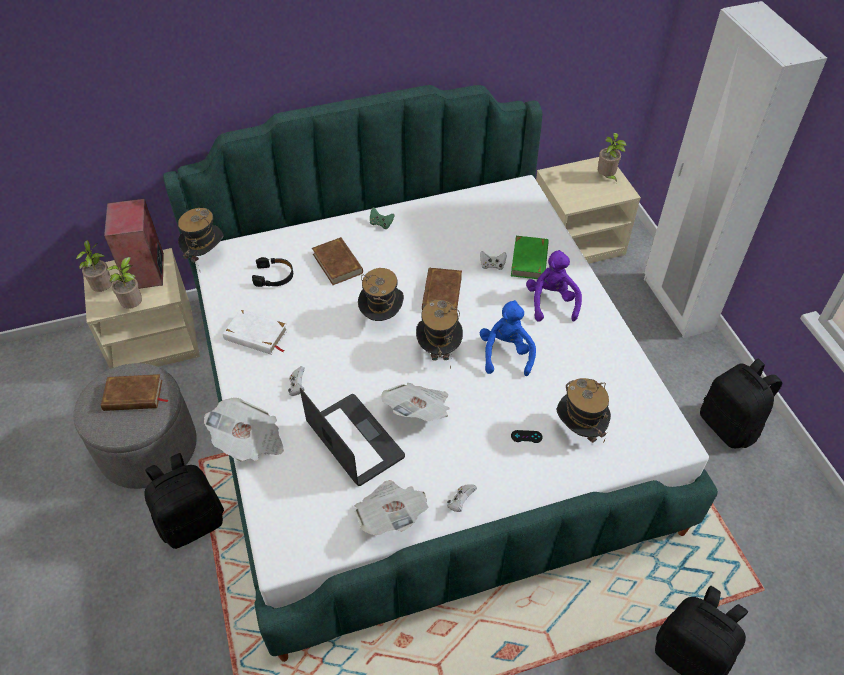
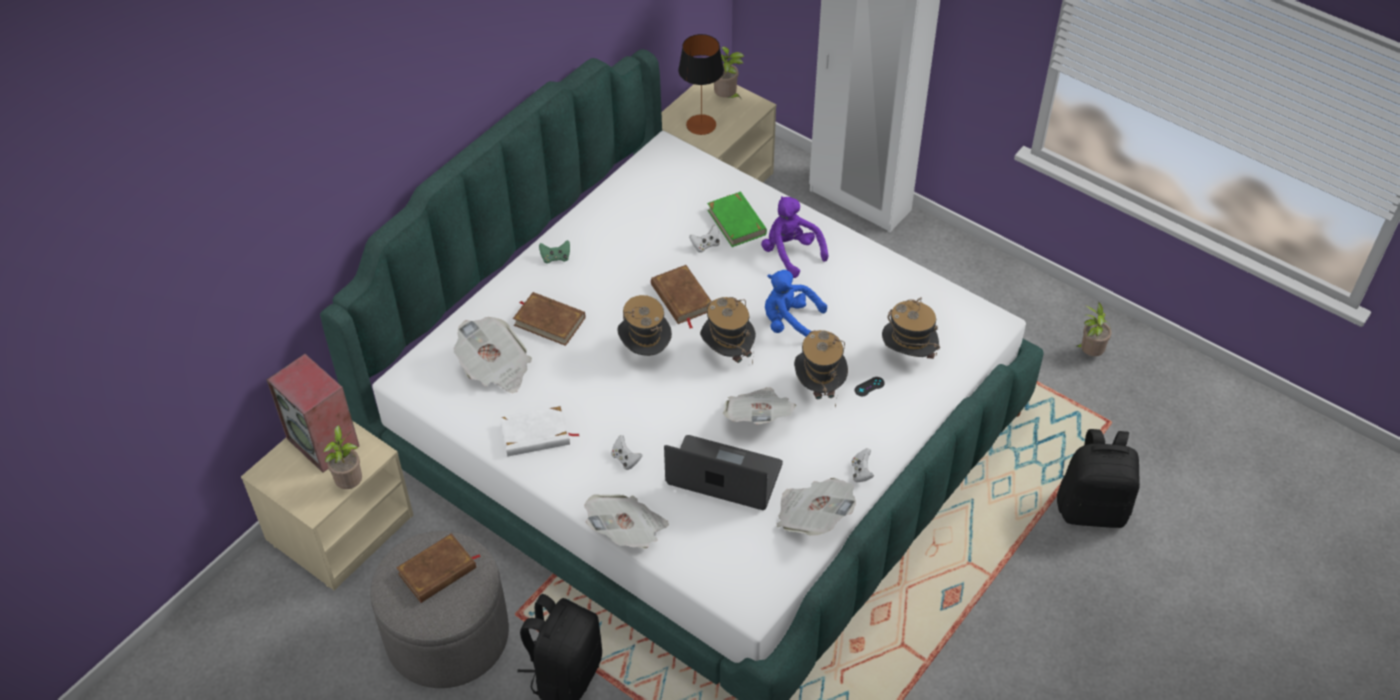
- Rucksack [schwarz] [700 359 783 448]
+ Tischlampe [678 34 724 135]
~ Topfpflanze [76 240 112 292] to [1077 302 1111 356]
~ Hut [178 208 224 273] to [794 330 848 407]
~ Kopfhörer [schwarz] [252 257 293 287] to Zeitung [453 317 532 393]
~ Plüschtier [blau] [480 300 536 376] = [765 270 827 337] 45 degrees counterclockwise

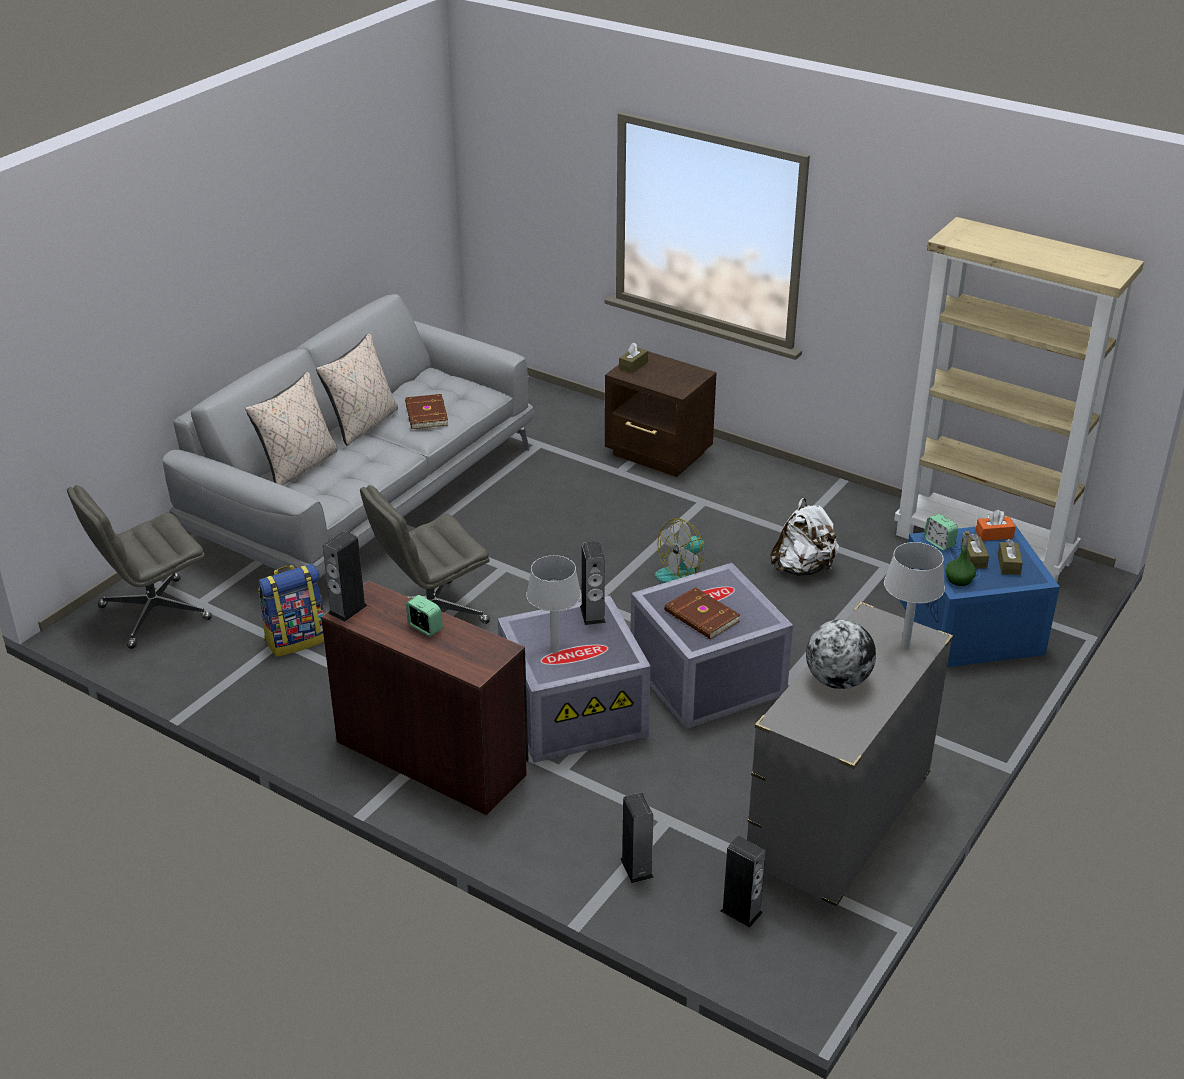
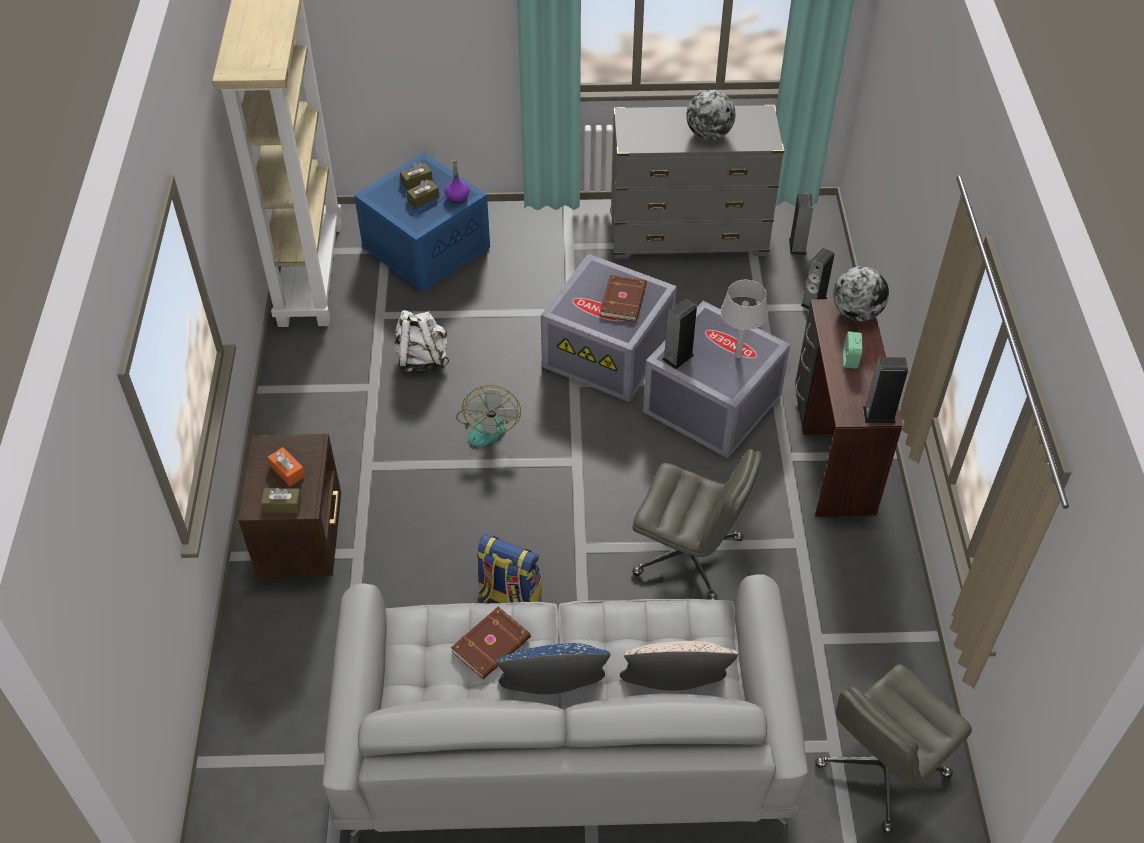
- Tischlampe [grau] [884 542 945 650]
- Wecker [924 514 958 550]
+ Globus [833 266 889 321]
~ Rucksack [258 563 325 657] to [476 534 542 603]
~ Taschentuchbox [orange] [975 510 1016 541] to [268 447 305 486]
~ Kissen [beige] [316 334 398 446] to Kissen [blau] [496 643 610 694]
~ Flasche [grün] [945 531 976 586] to Flasche [lila] [445 159 469 203]
~ Bürostuhl [grau] [67 485 212 649] = [815 664 972 833] 120 degrees clockwise
~ Ventilator [655 518 715 583] = [456 385 521 447] 75 degrees clockwise

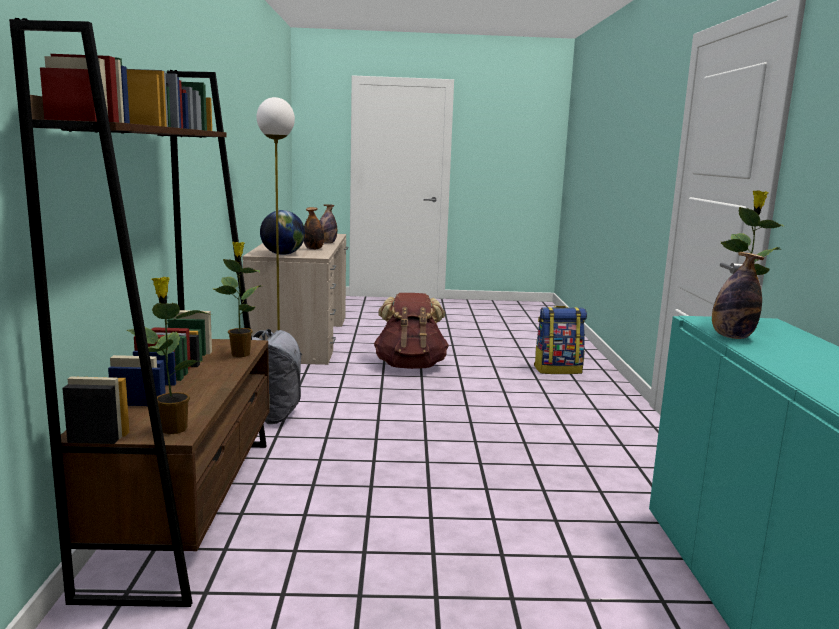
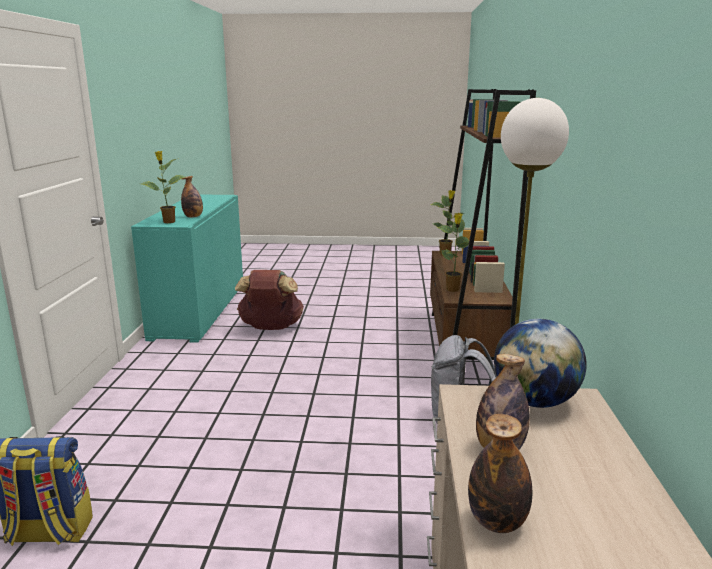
~ Rucksack [braun] [374 293 449 369] to [235 270 304 330]

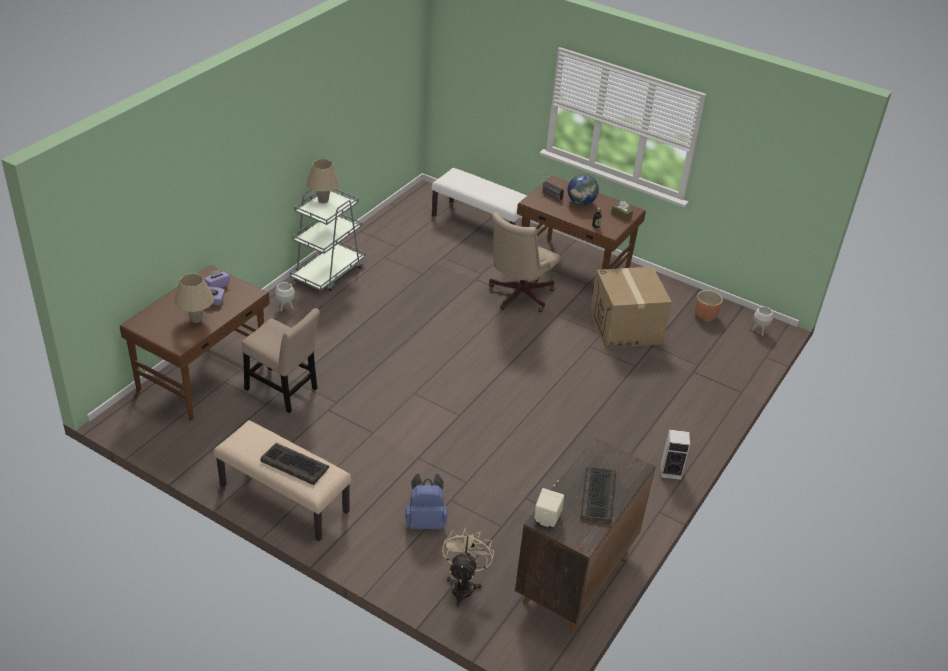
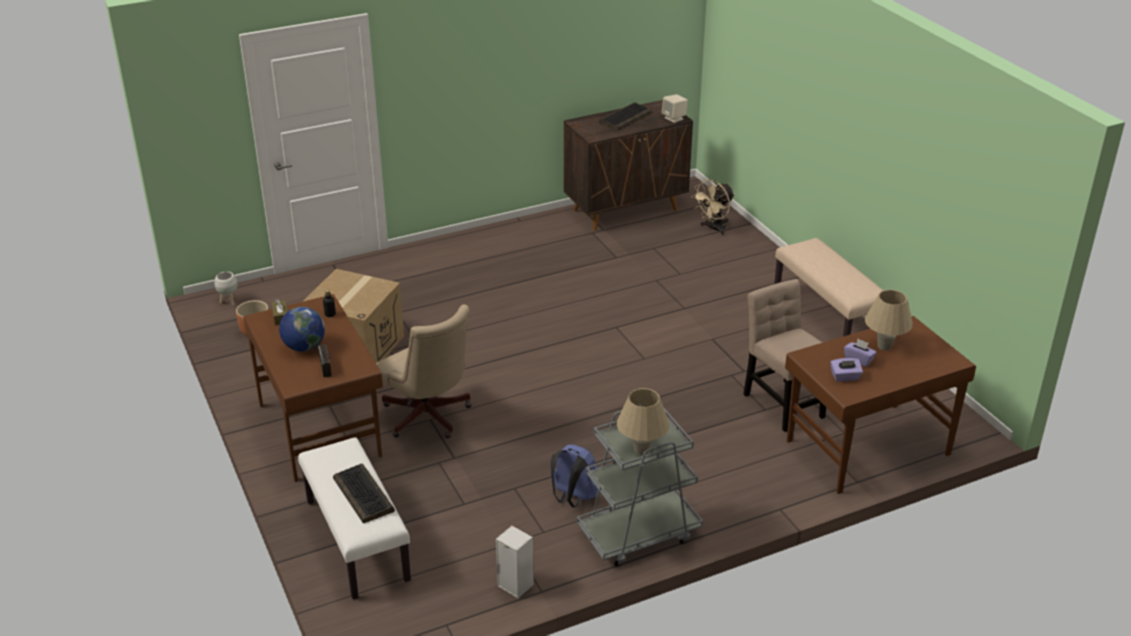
- Pflanzkübel [weiß] [275 282 295 311]
~ Tastatur [261 443 329 485] to [333 464 395 523]
~ Rucksack [blau] [405 473 448 529] to [551 444 598 507]
~ Lautsprecher [661 429 690 480] to [496 526 534 598]
~ Bürostuhl [beige] [489 212 560 312] = [376 304 472 438] 75 degrees clockwise

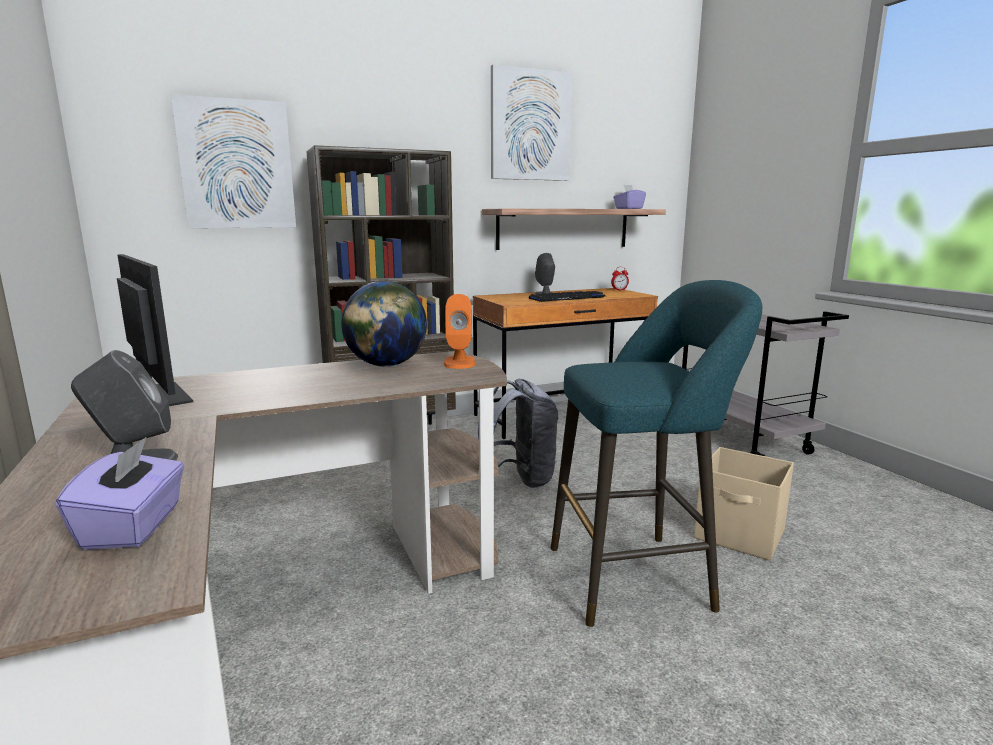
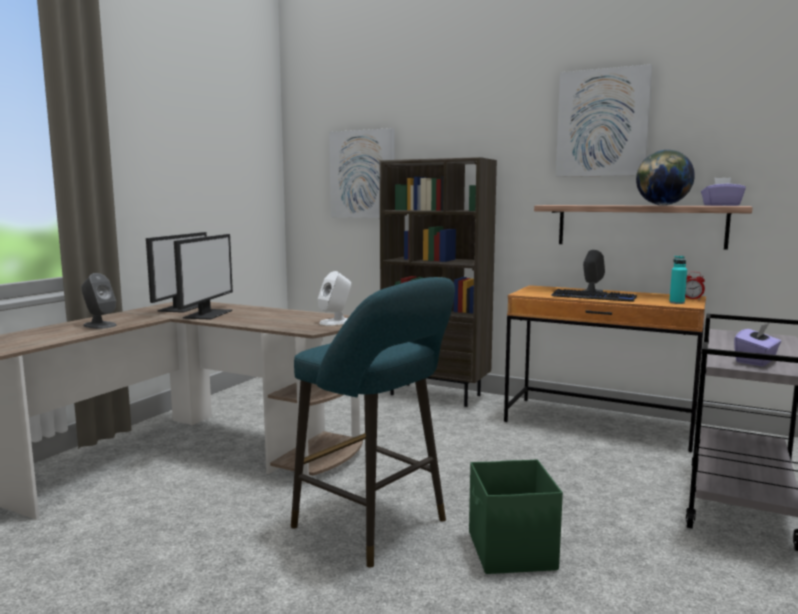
- Rucksack [grau] [478 379 558 488]
+ Monitor [174 234 233 320]
+ Flasche [türkis] [669 256 687 304]
~ Taschentuchbox [lila] [56 437 184 550] to [734 323 781 366]
~ Globus [341 281 427 367] to [636 150 695 206]
~ Lautsprecher [orange] [444 294 476 369] to Lautsprecher [weiß] [318 271 351 325]
~ Aufbewahrungsbox [beige] [694 447 794 561] to Aufbewahrungsbox [grün] [469 459 563 574]

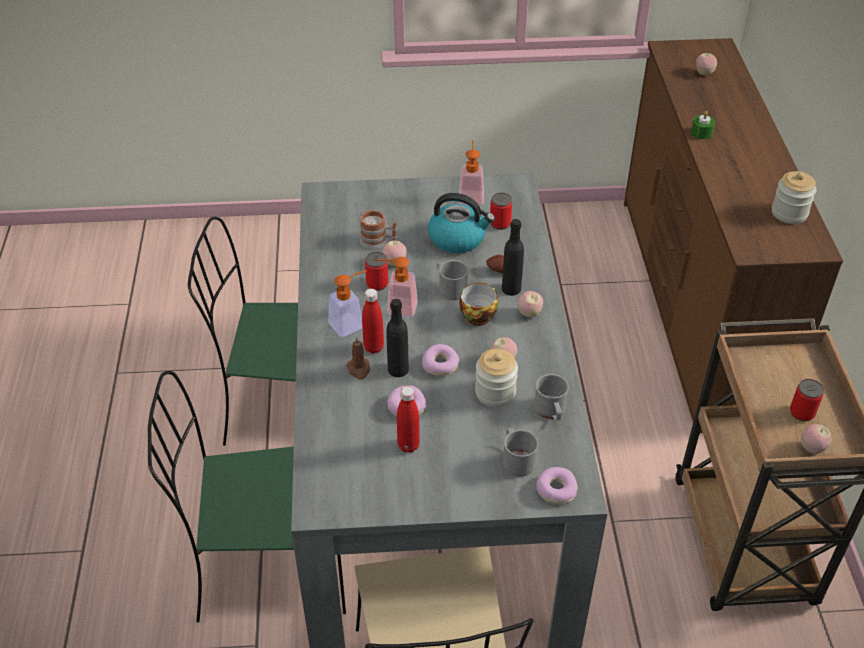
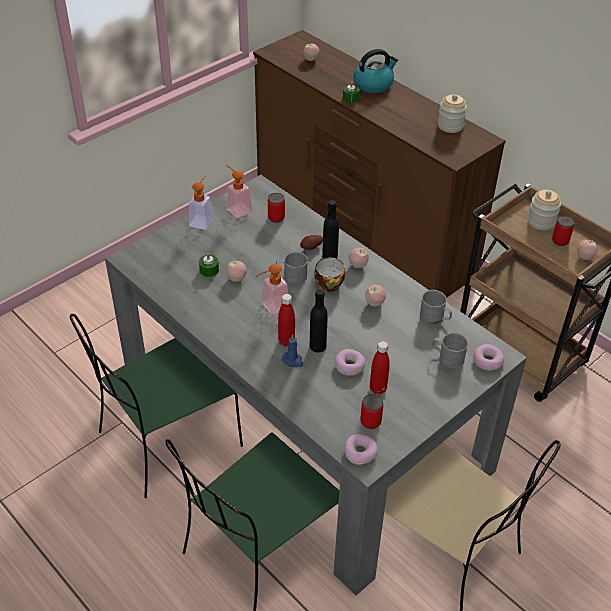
~ Seifenspender [328 270 367 337] to [189 175 214 230]
~ Dose [365 252 389 291] to [360 394 383 429]
~ Donut [422 344 459 376] to [344 434 378 465]
~ Wasserkessel [428 193 495 253] to [353 49 398 93]
~ Vorratsglas [475 349 518 407] to [528 190 561 230]
~ Henkelbecher [360 210 397 249] to Kerze [grün] [199 253 219 277]
~ Kerze [braun] [346 336 370 380] to Kerze [blau] [282 334 303 367]

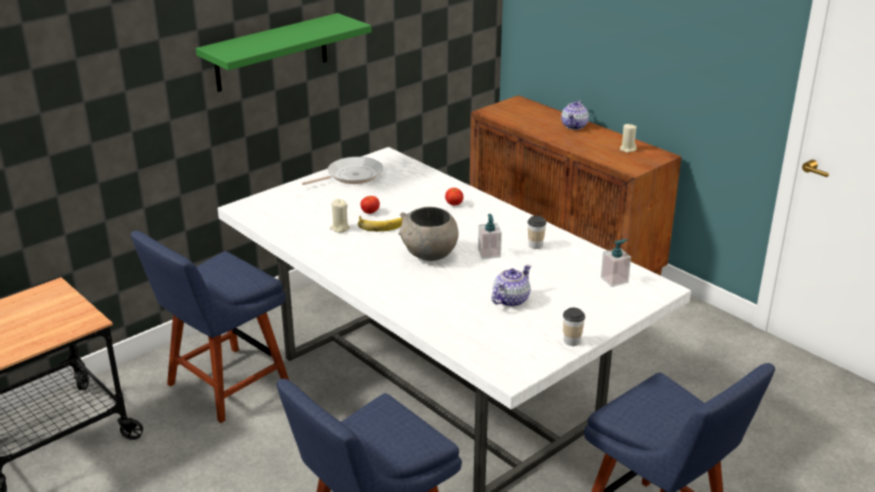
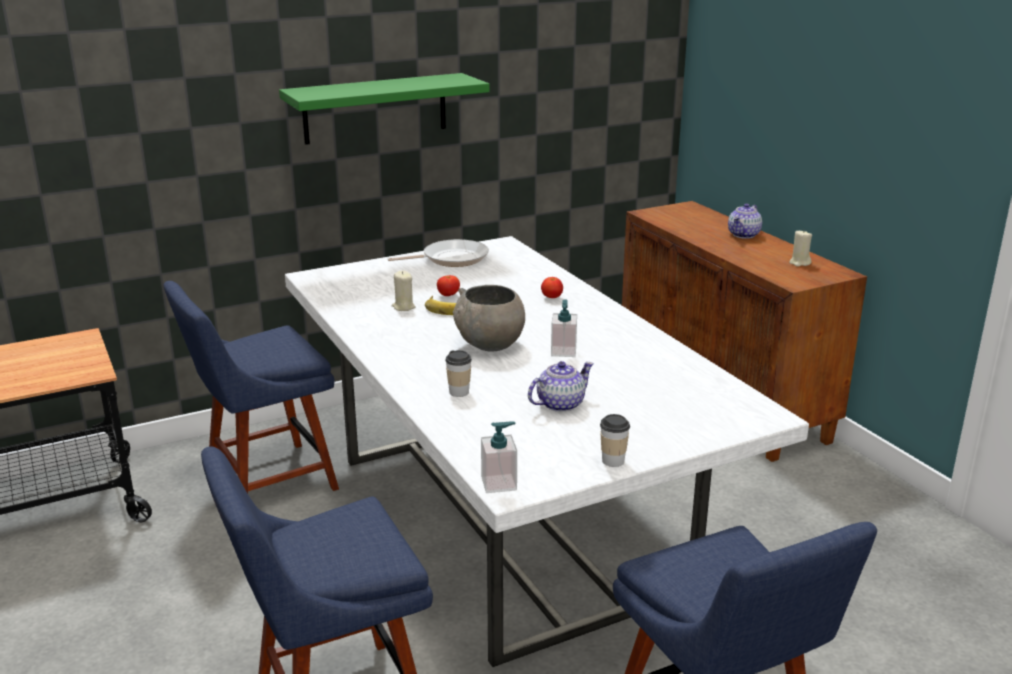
~ Tasse [527 216 546 249] to [445 350 472 397]
~ Seifenspender [601 239 631 287] to [481 421 517 493]

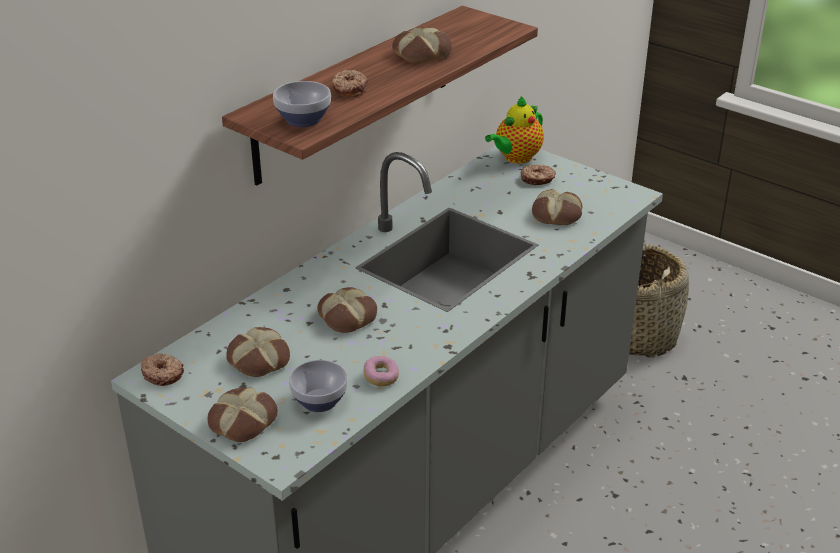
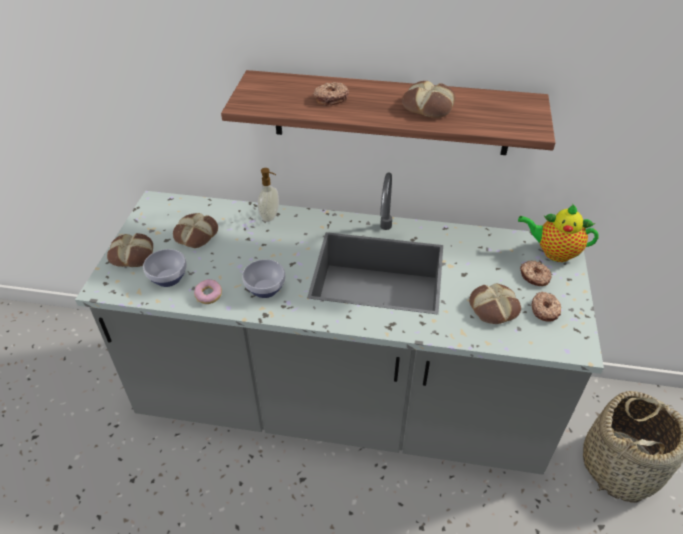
- Brot [317 287 377 333]
+ Seifenspender [258 168 279 222]
~ Donut [141 353 184 386] to [531 292 561 322]
~ Schüssel [273 81 331 127] to [242 259 286 298]

